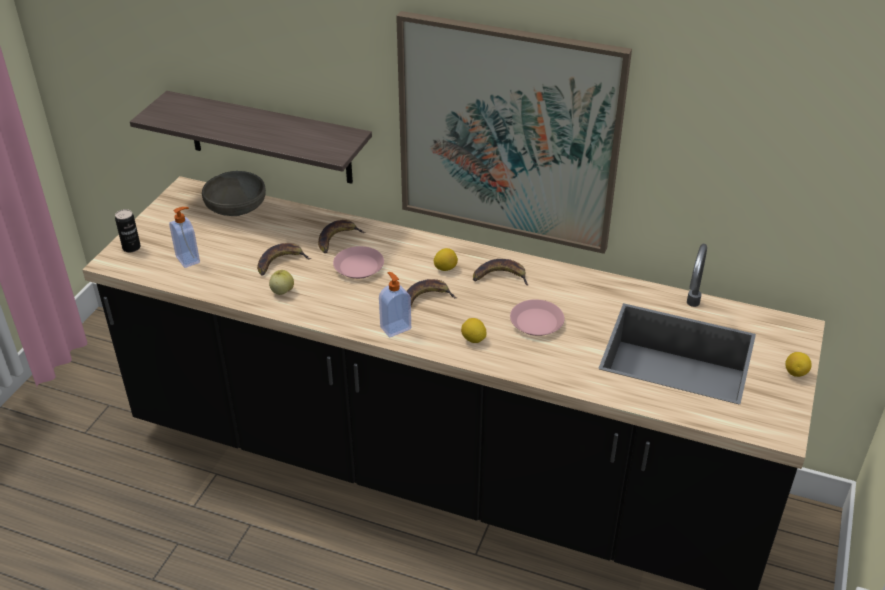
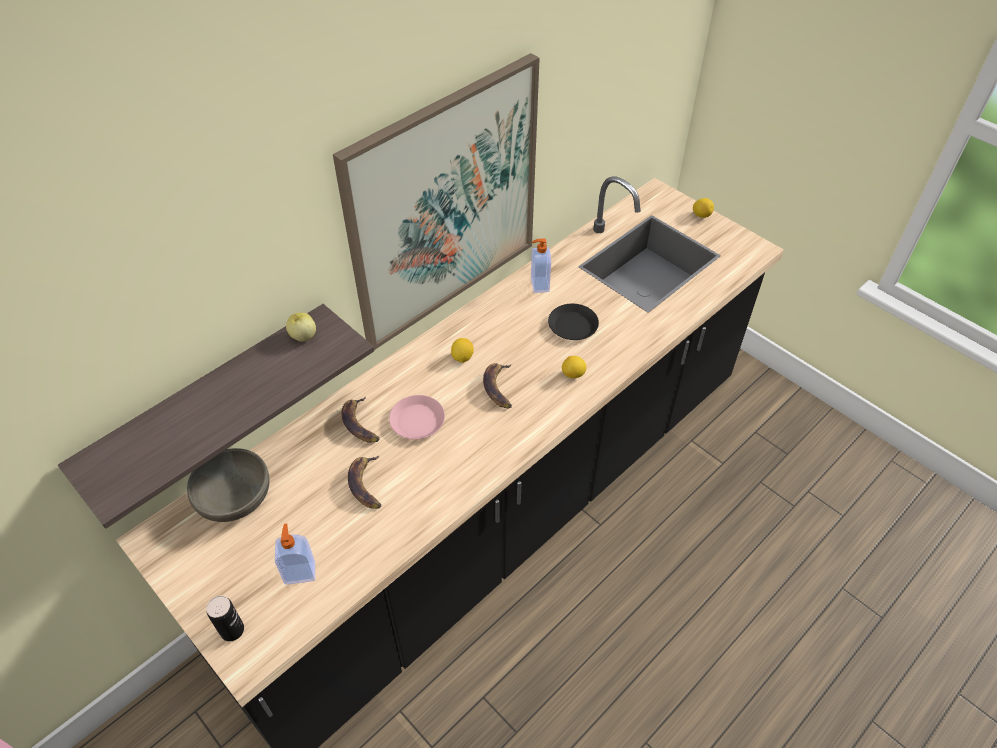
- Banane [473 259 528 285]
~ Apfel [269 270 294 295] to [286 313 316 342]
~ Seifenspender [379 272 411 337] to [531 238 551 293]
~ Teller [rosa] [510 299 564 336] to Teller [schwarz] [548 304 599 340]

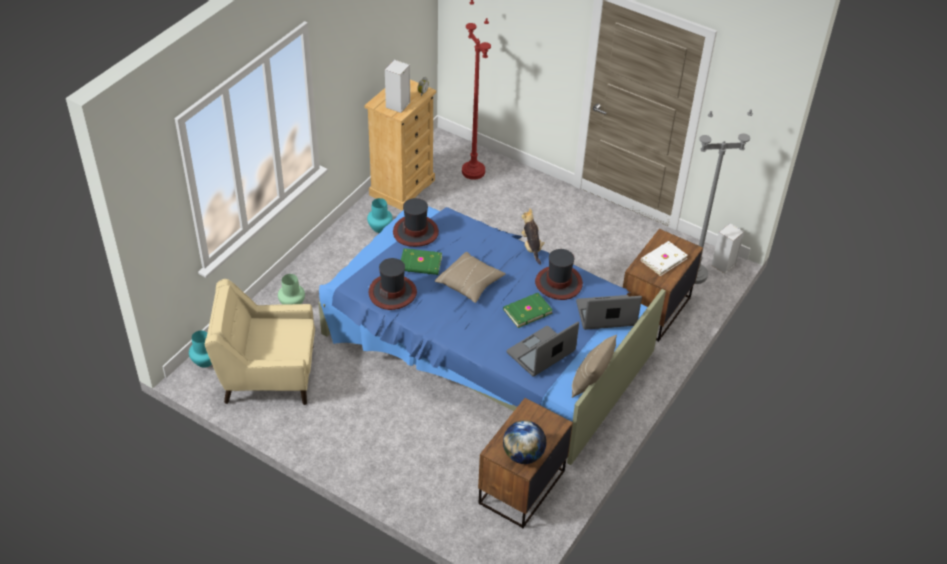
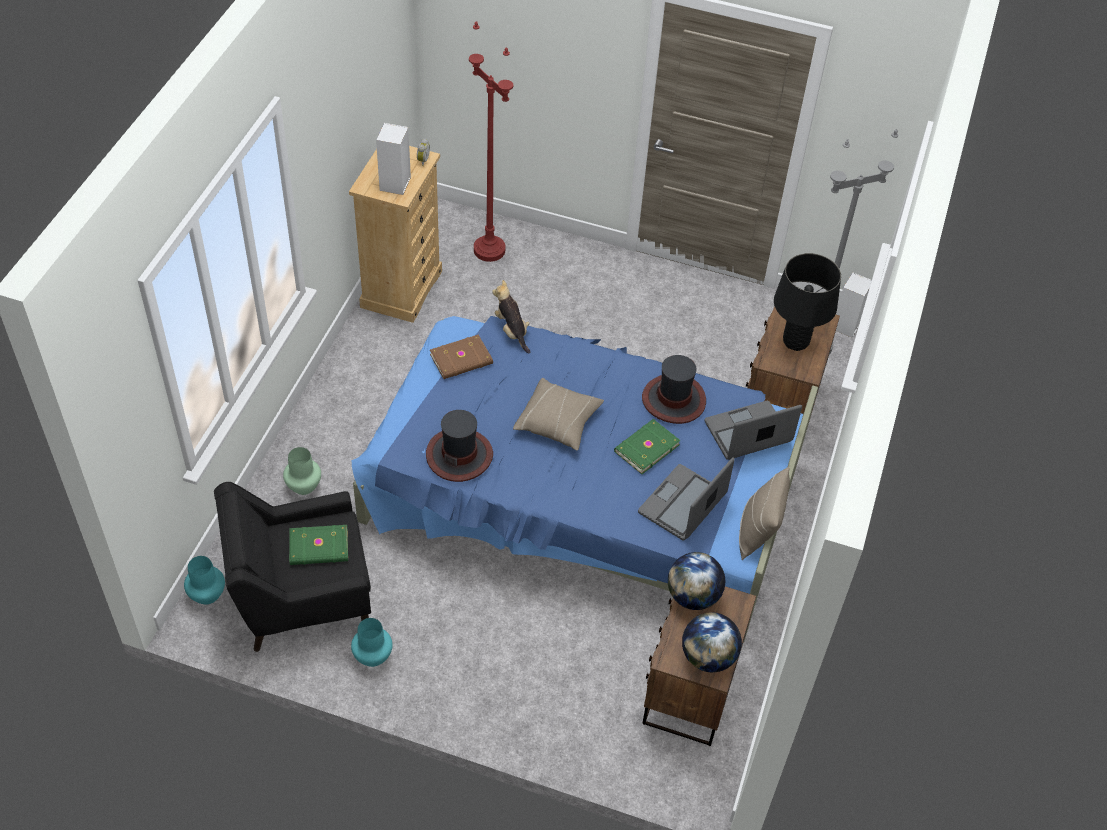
+ Globus [668 552 725 610]
~ Vase [türkis] [367 198 393 233] to [351 618 393 667]
~ Buch [grün] [401 248 442 275] to [289 525 348 565]
~ Plüschtier [522 208 545 265] to [492 280 530 354]
~ Hut [393 198 439 247] to Buch [braun] [430 335 493 379]
~ Buch [weiß] [641 241 688 276] to Tischlampe [schwarz] [774 253 841 351]
~ Sessel [beige] [205 279 315 405] to Sessel [schwarz] [214 482 371 652]

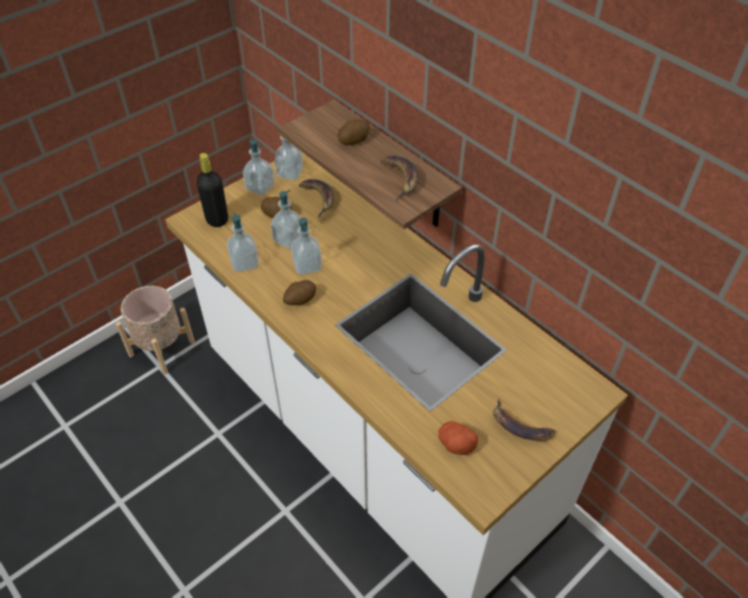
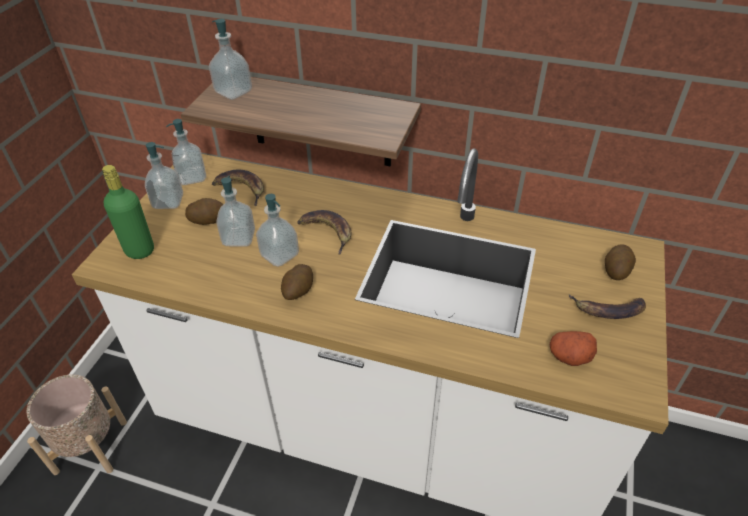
~ Seifenspender [227 213 259 272] to [209 19 252 100]
~ Kartoffel [338 119 370 145] to [605 244 636 280]
~ Banane [381 156 418 200] to [297 210 352 255]
~ Flasche [schwarz] [196 153 228 227] to Flasche [grün] [102 165 154 259]

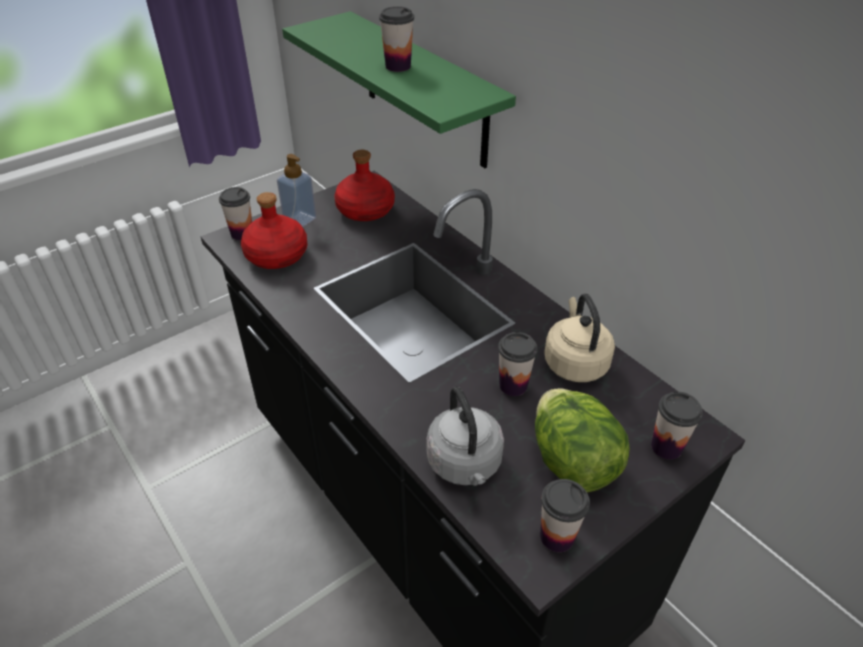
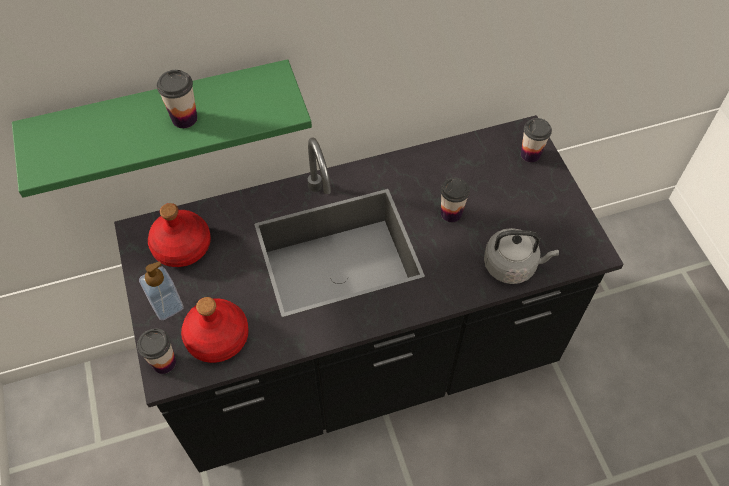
- Salatkopf [535 388 629 492]
- Tasse [540 479 590 552]
- Wasserkessel [beige] [544 294 615 382]

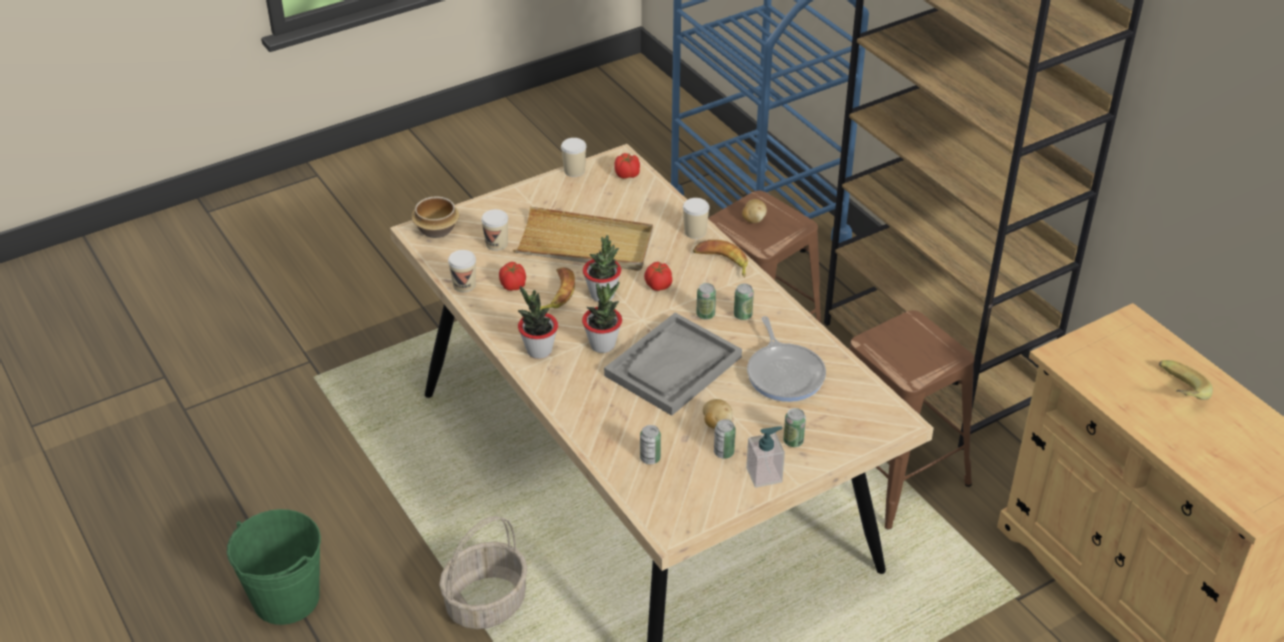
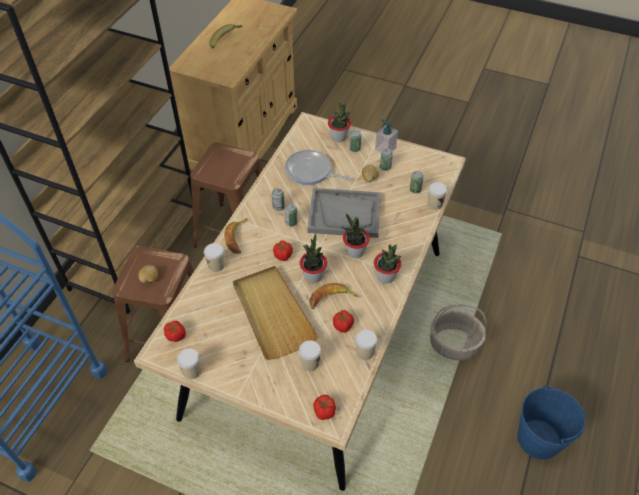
+ Topfpflanze [328 103 351 142]
+ Tasse [428 182 447 210]
~ Schüssel [411 196 460 238] to Tomate [314 395 336 420]
~ Eimer [grün] [227 509 321 625] to Eimer [blau] [517 385 586 460]
~ Pfanne [747 316 826 402] = [285 150 351 185] 105 degrees counterclockwise

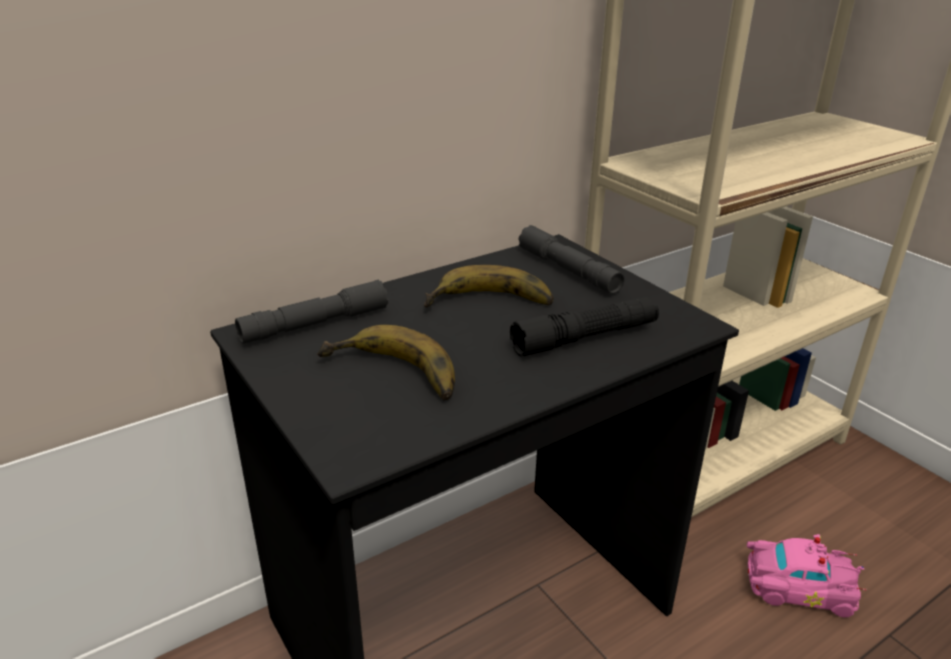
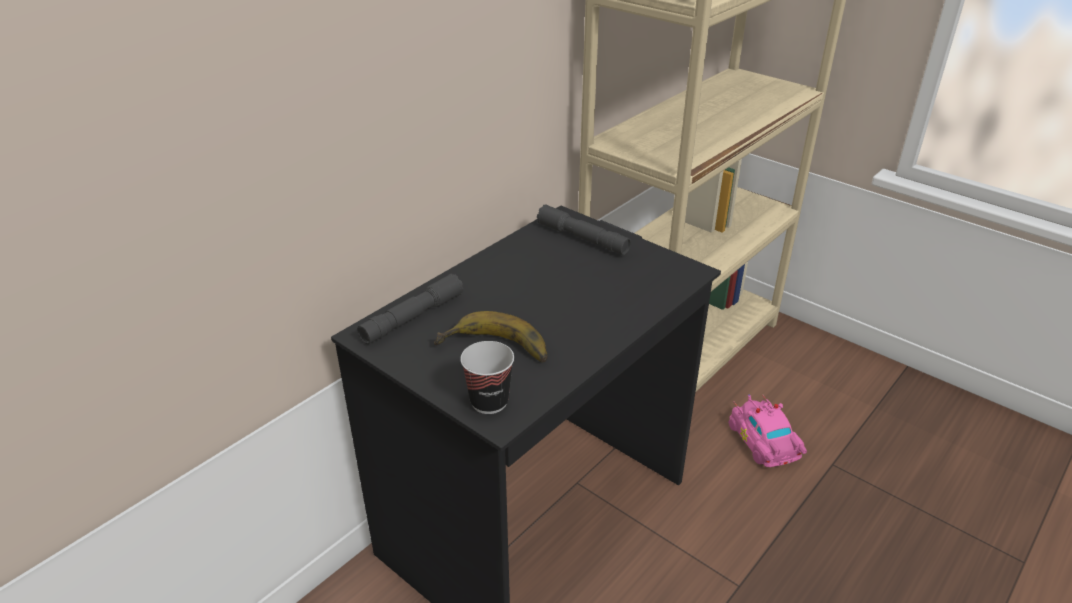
- Banane [424 265 554 308]
- Taschenlampe [schwarz] [510 297 659 356]
+ Tasse [460 341 514 414]
~ Spielzeugauto [rosa] [747 534 867 618] = [728 395 807 467] 105 degrees counterclockwise

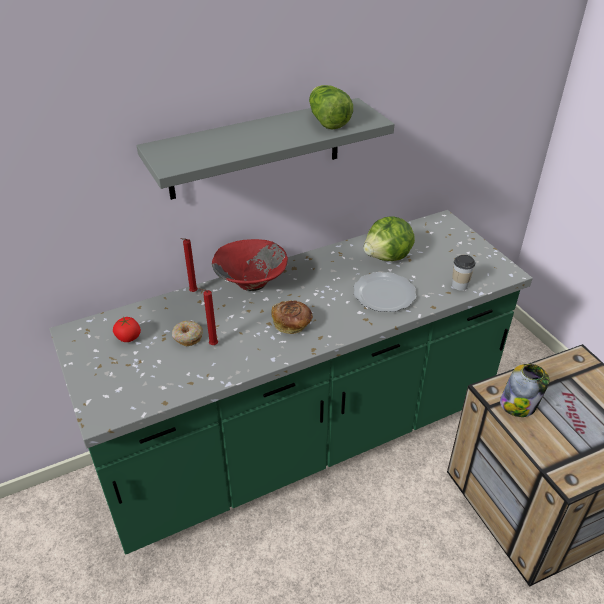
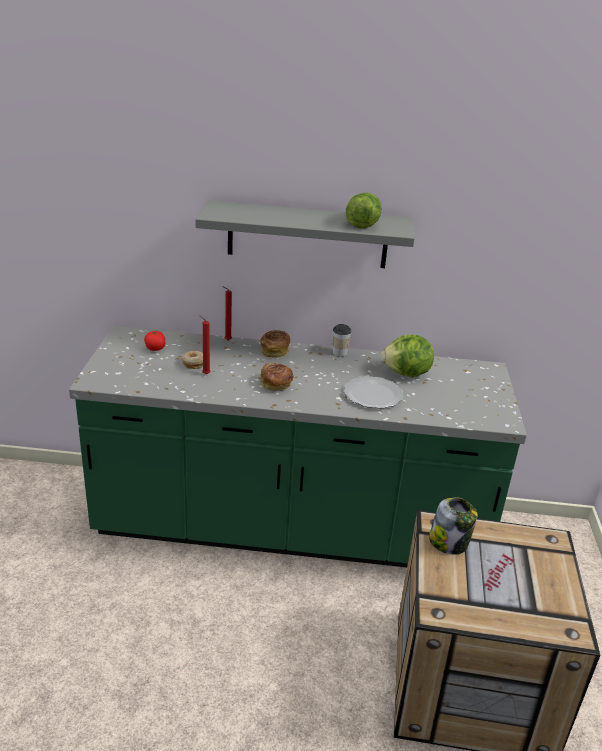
~ Tasse [452 255 475 291] to [333 324 351 357]
~ Schüssel [rot] [212 239 288 291] to Brot [260 330 290 358]

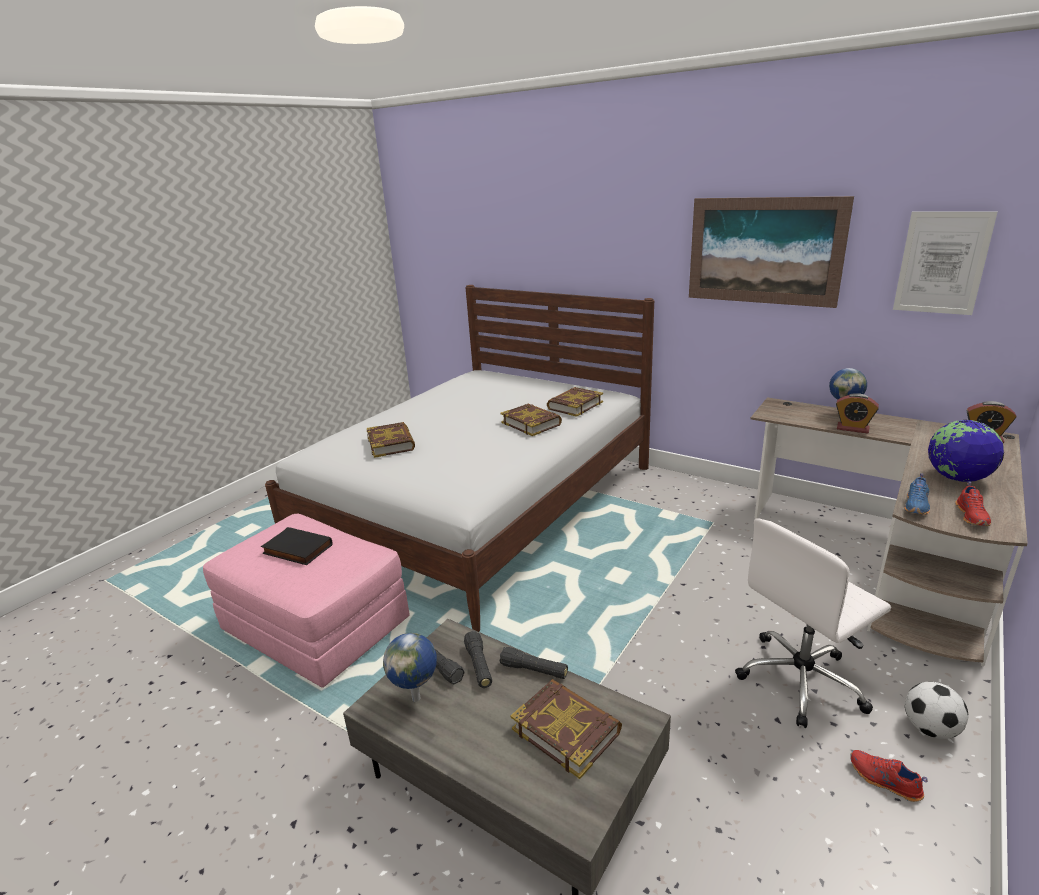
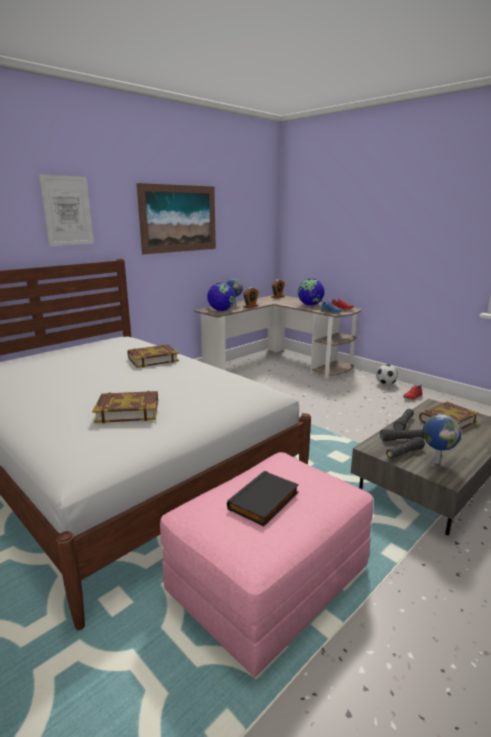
- Buch [547 387 603 417]
- Bürostuhl [weiß] [735 518 891 728]
+ Globus [207 282 235 311]
~ Bild [893 211 998 315] to [39 175 94 246]

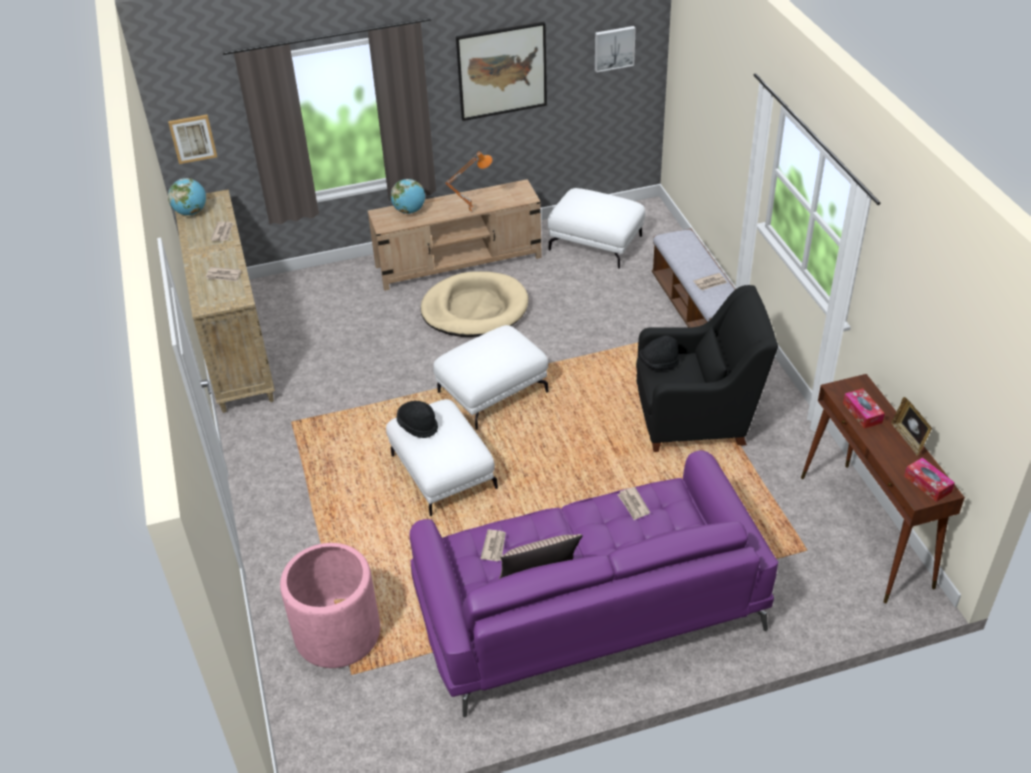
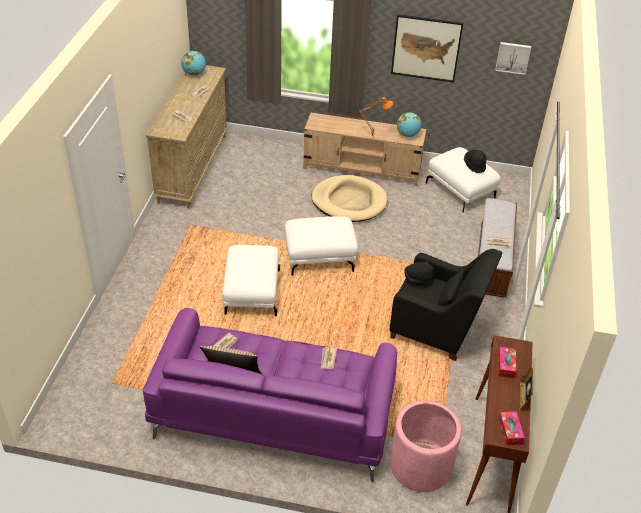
- Bild [168 115 217 164]
~ Pflanzkübel [rosa] [280 543 380 668] to [390 401 461 492]
~ Globus [391 179 425 214] to [397 112 421 137]
~ Hut [schwarz] [396 401 438 438] to [464 150 486 173]

